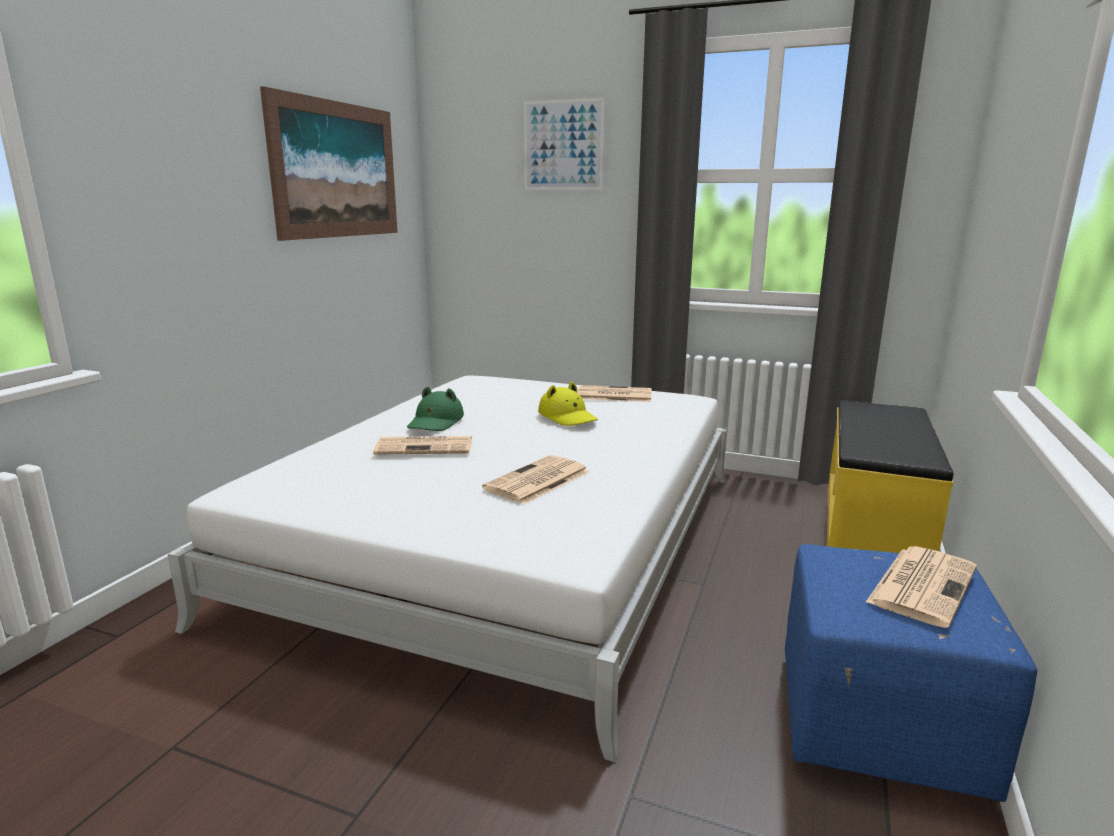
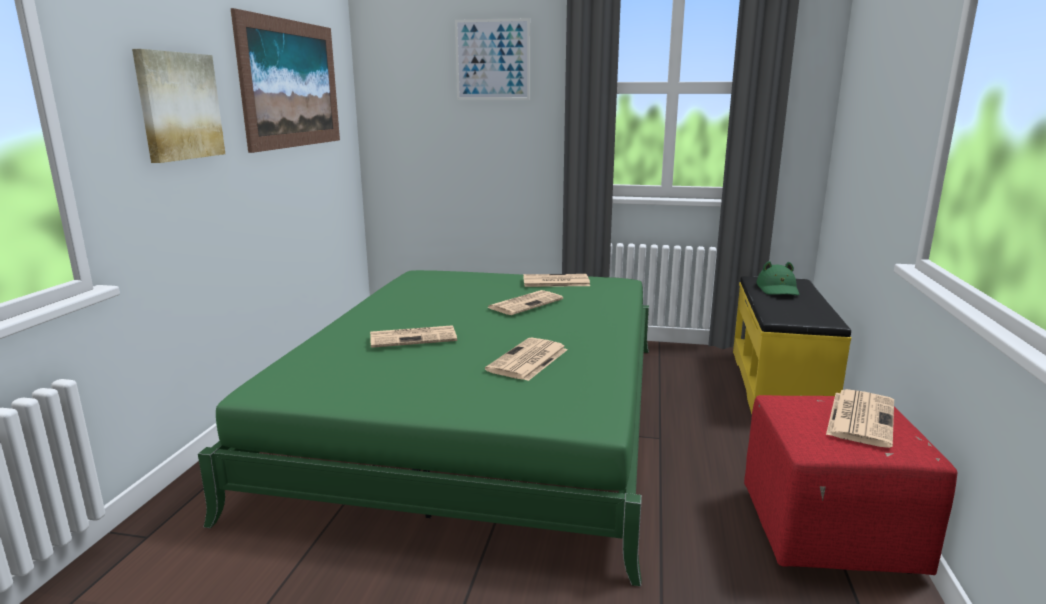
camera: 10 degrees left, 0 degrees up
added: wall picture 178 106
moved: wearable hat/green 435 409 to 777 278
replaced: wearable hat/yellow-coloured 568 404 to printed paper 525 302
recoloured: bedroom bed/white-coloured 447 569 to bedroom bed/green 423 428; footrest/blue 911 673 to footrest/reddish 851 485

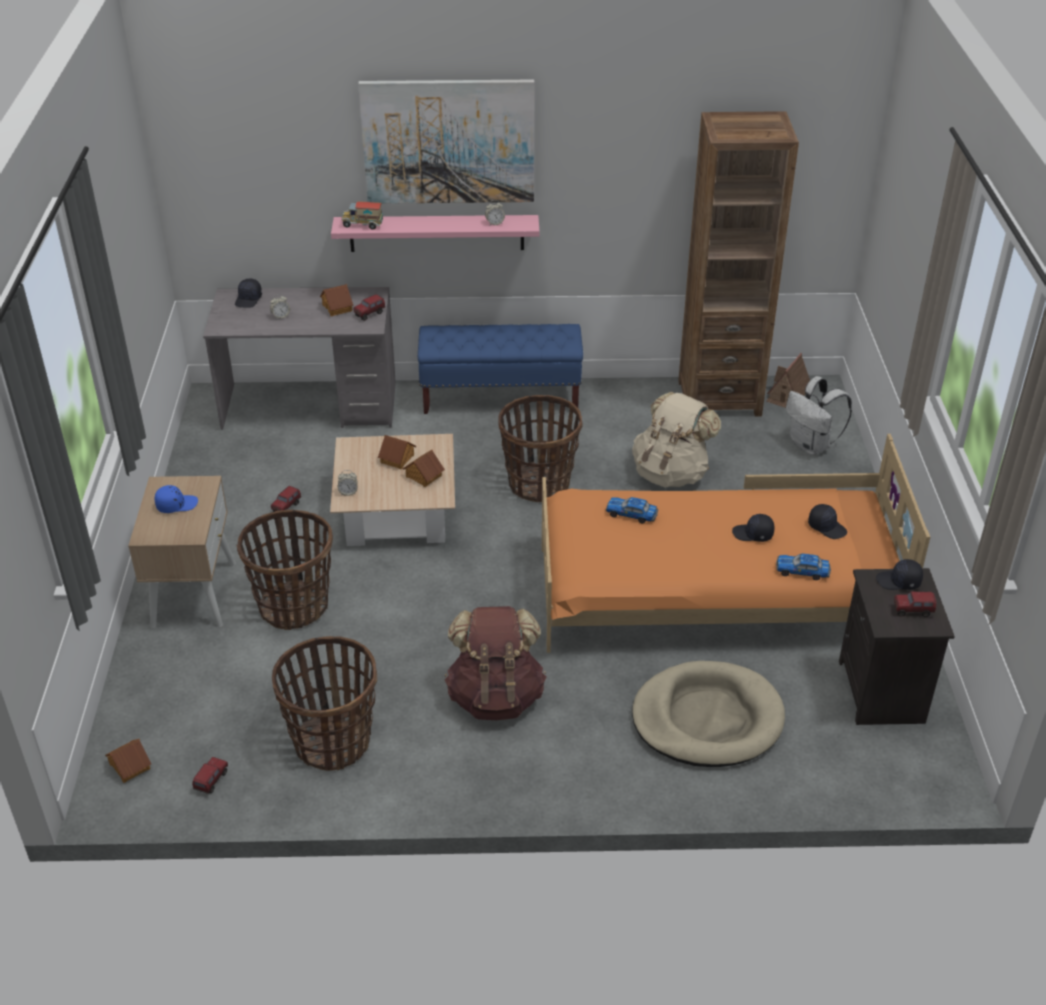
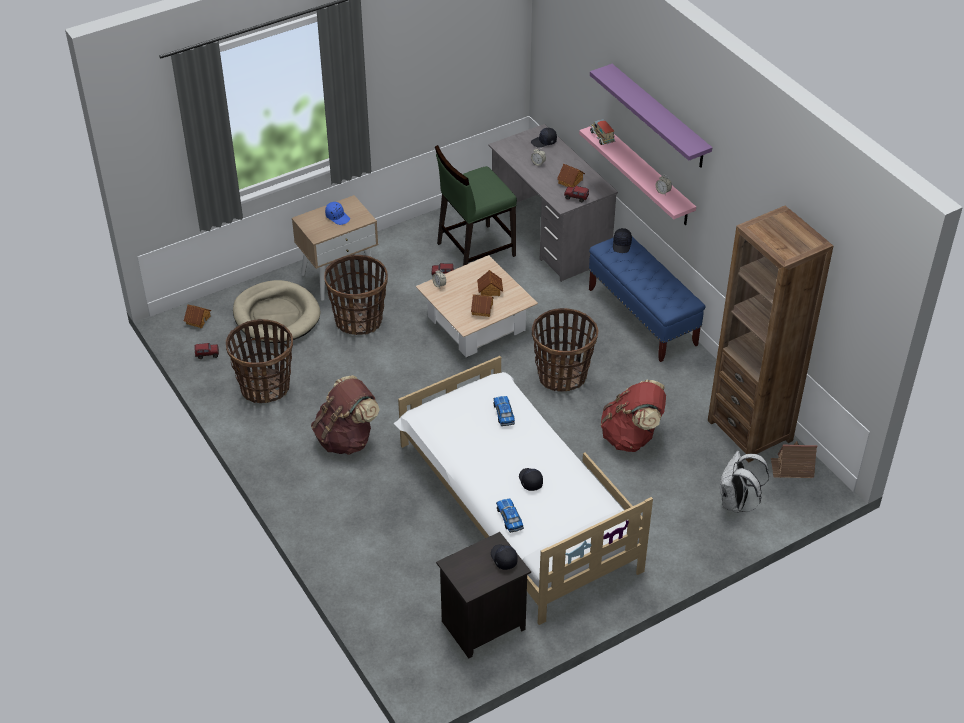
camera: 60 degrees right, 5 degrees up
removed: toy lorry 915 604
added: upright chair/green 476 205
moved: dog bed/beige-coloured 708 714 to 277 311; cap/black-coloured 827 521 to 622 240
replaced: wall picture 446 142 to shelf/purple-coloured 651 116
recoloured: bedroom bed/orange 736 543 to bedroom bed/white-coloured 523 490; backpack/beige-coloured 676 440 to backpack/reddish 633 415

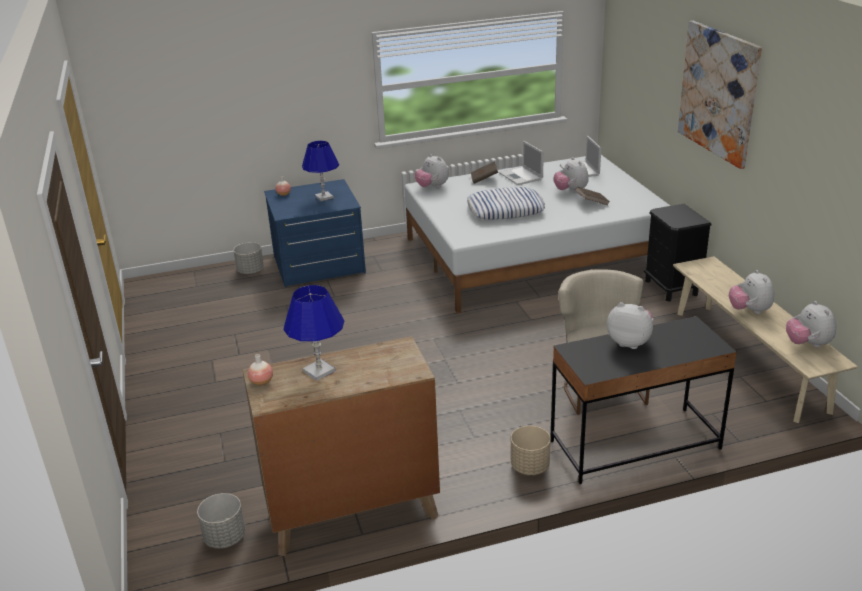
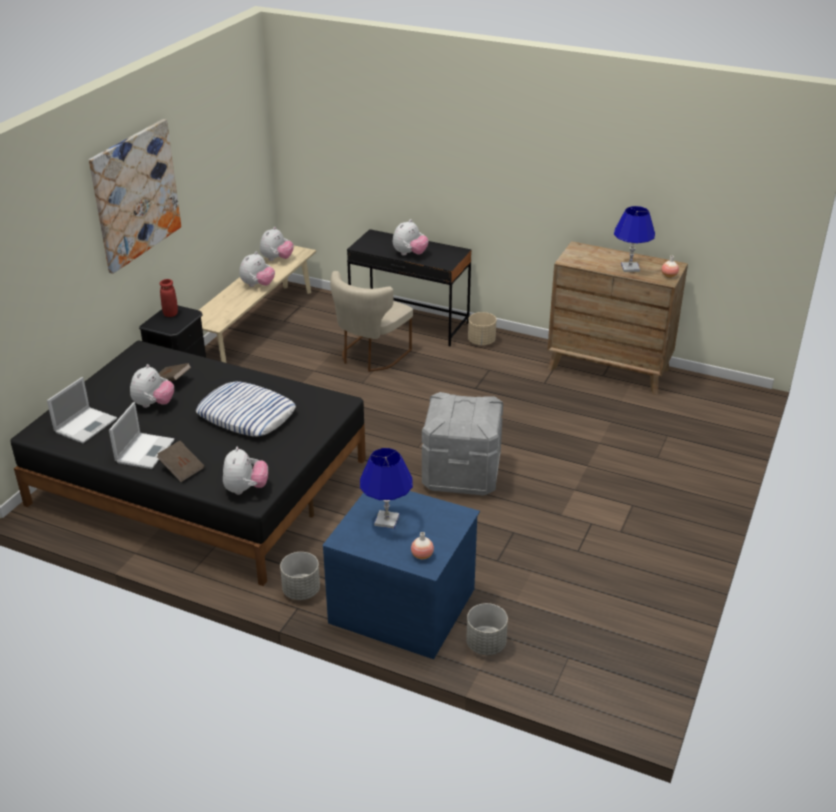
camera: 140 degrees left, 5 degrees up
added: flower vase/reddish 169 298; storage container/grey 462 444
moved: flower pot/grey 221 520 to 300 576
recoloured: bedroom bed/white-coloured 537 234 to bedroom bed/black-coloured 188 463
turned: cuddly toy 630 325 = 411 237 120 degrees counterclockwise

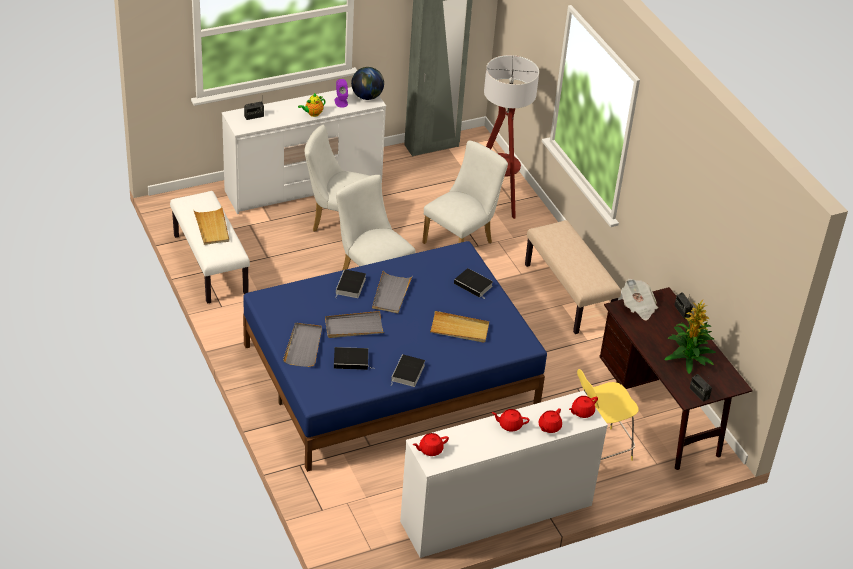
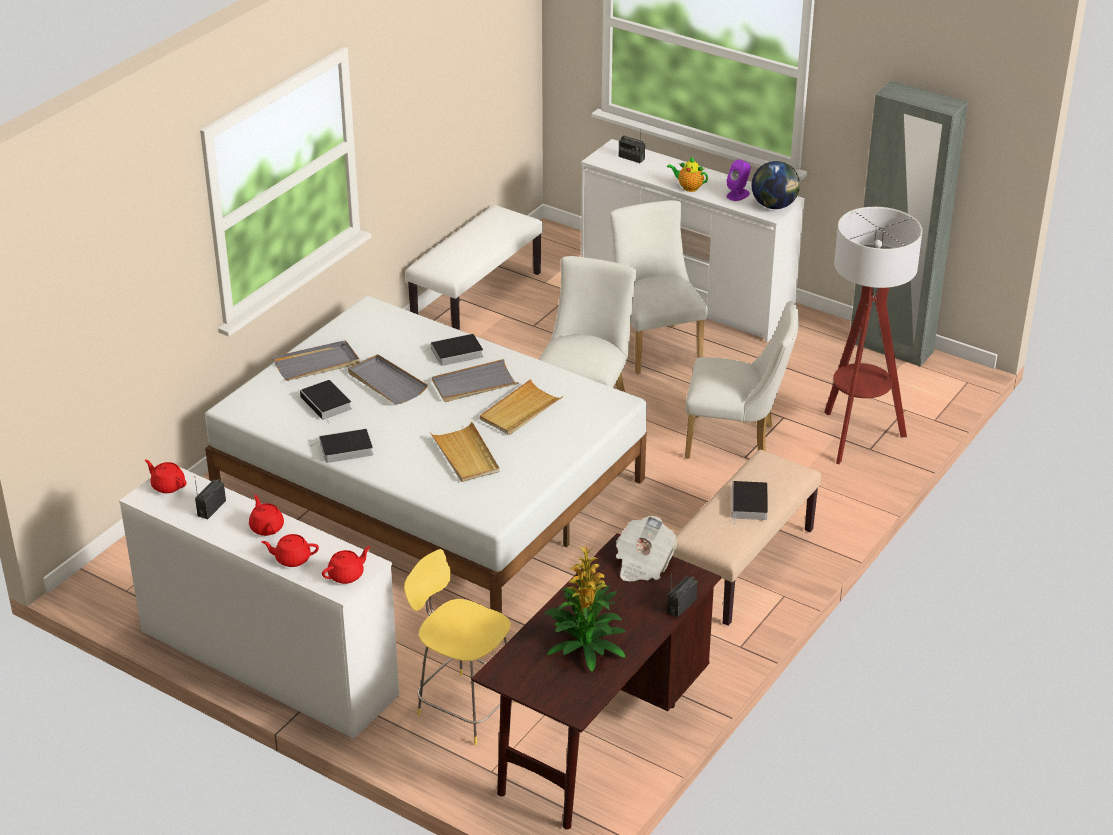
camera: 60 degrees right, 5 degrees down
moved: radio receiver 701 388 to 210 499; tray/beige-coloured 211 226 to 522 407; bound book 473 284 to 750 503
recoloured: bedroom bed/blue 395 356 to bedroom bed/white-coloured 426 454
turned: tea pot/reddish 583 407 = 346 565 120 degrees clockwise

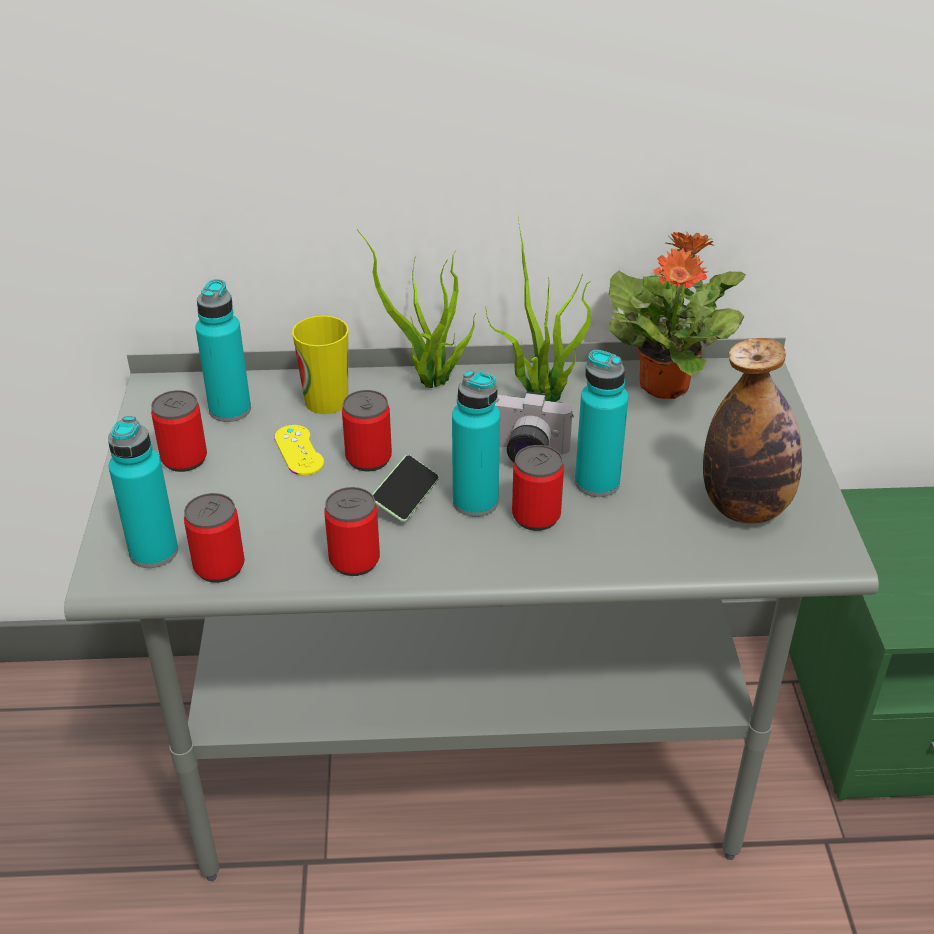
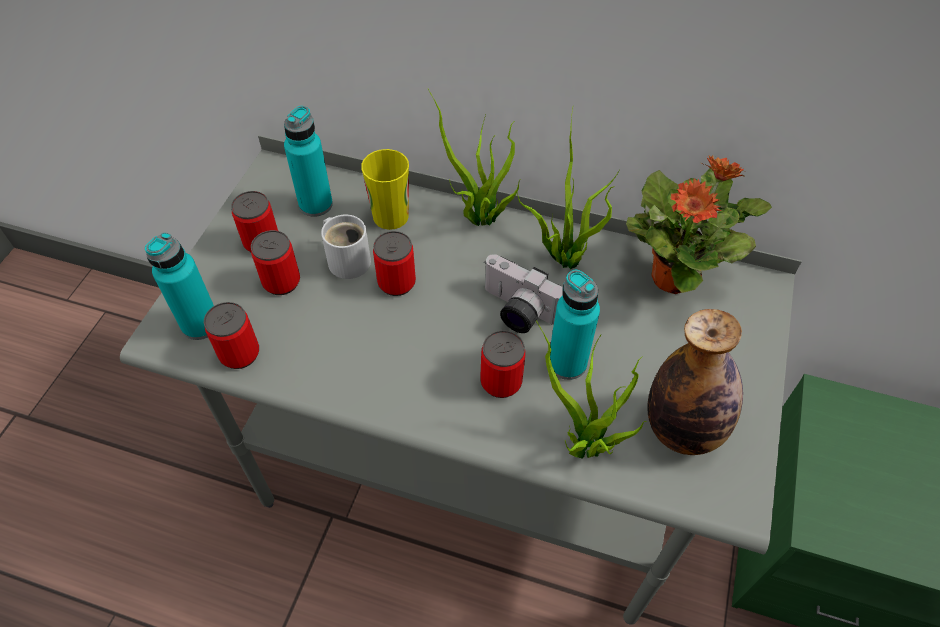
camera: 20 degrees right, 15 degrees up
removed: telephone 405 488; beverage bottle/turquoise 476 443
added: potted plant 591 389
moved: metal can 352 531 to 275 262
replaced: game controller/yellow-coloured 299 450 to mug/white-coloured 346 246

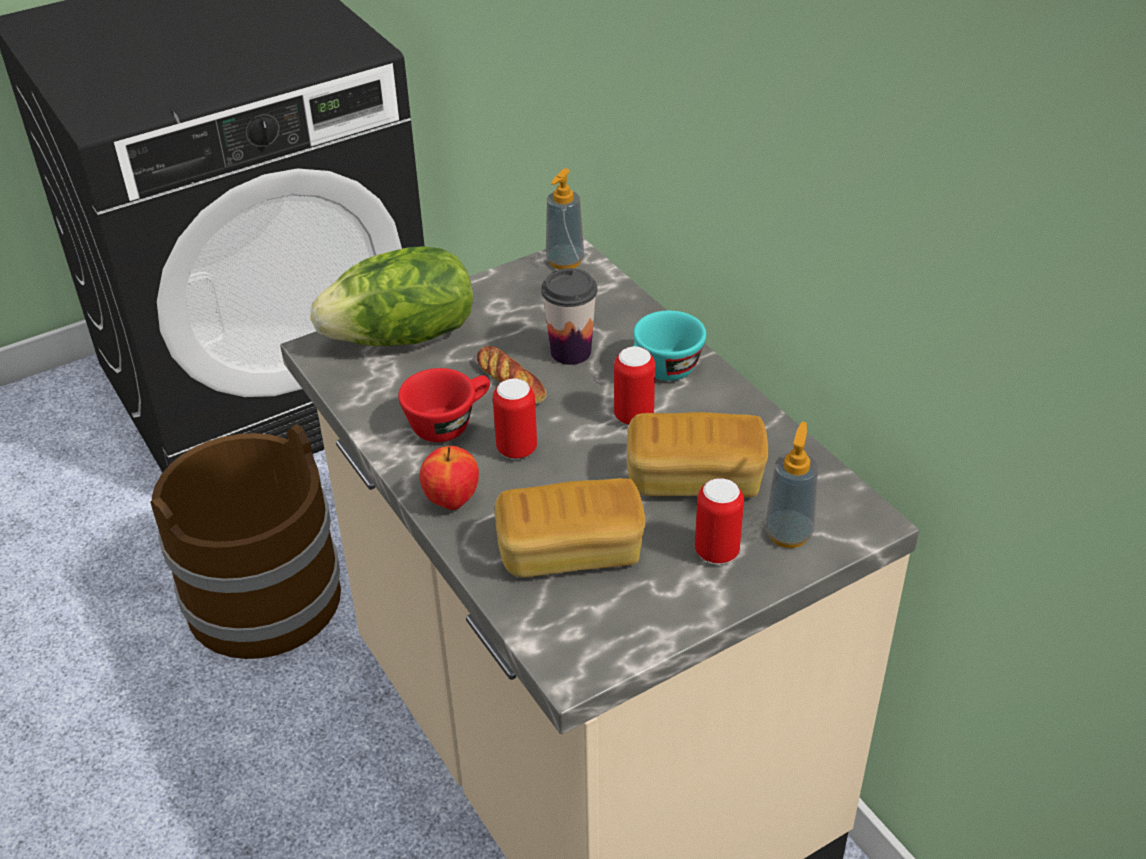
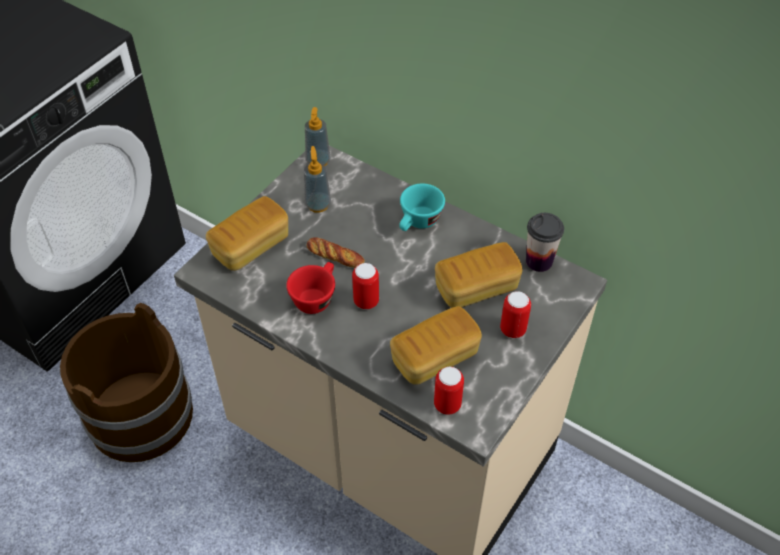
camera: 25 degrees left, 10 degrees up
removed: apple 449 478
moved: soap dispenser 791 485 to 317 179; metal can 634 385 to 449 390; drinking cup 569 316 to 545 242
replaced: lettuce 391 296 to bread 247 233

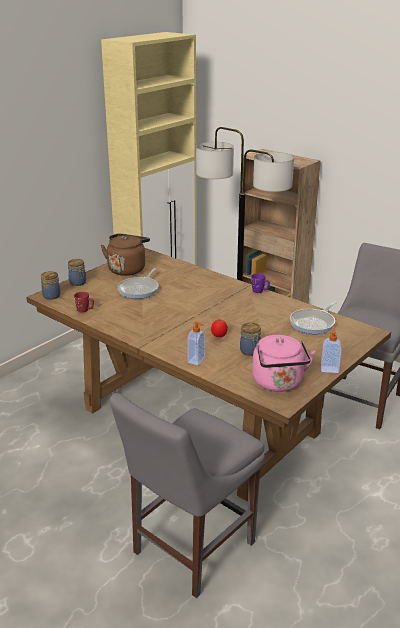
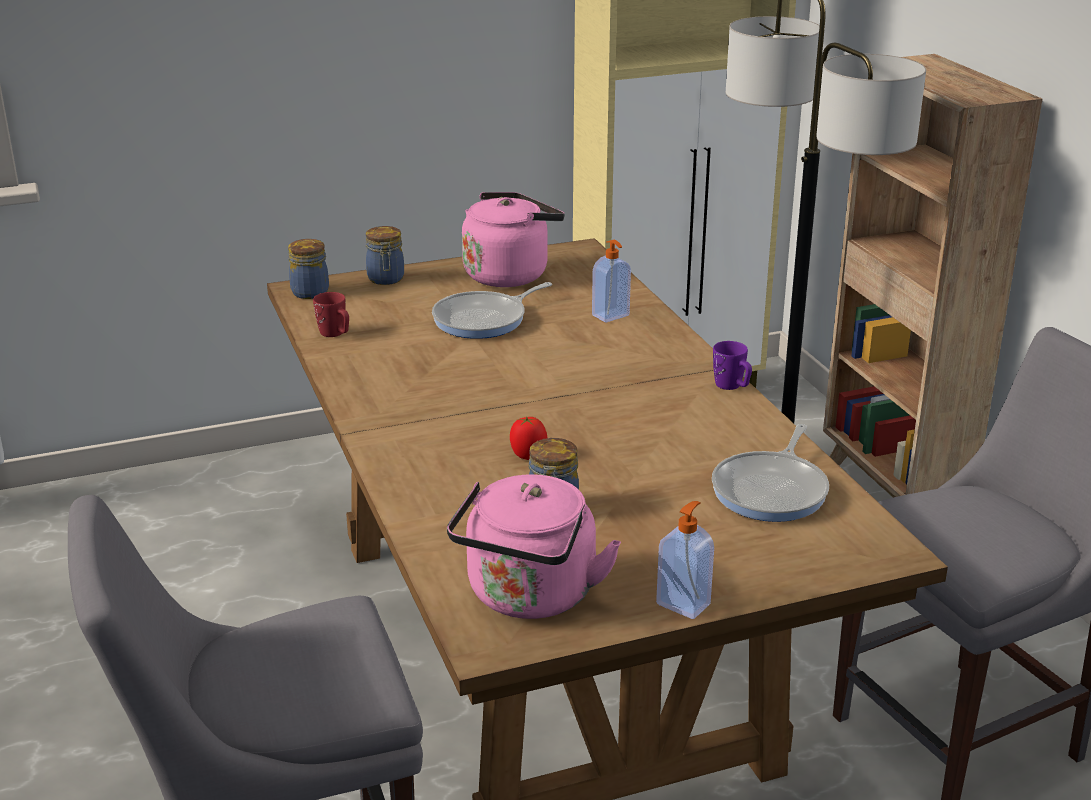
camera: 30 degrees right, 0 degrees up
moved: soap dispenser 196 343 to 611 281
recoloured: water kettle/brownish 125 254 to water kettle/pinkish 513 239
turned: pan 313 317 = 770 473 45 degrees counterclockwise

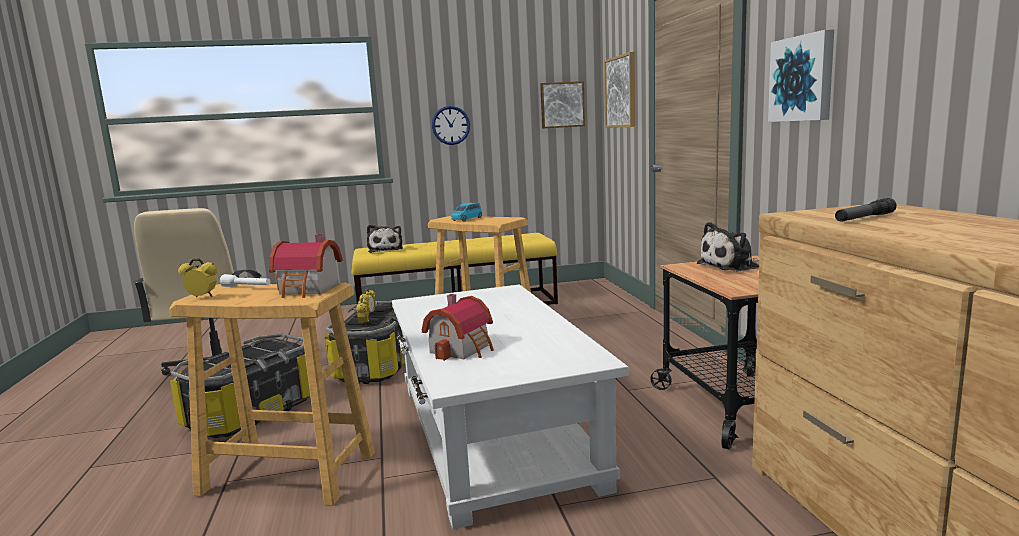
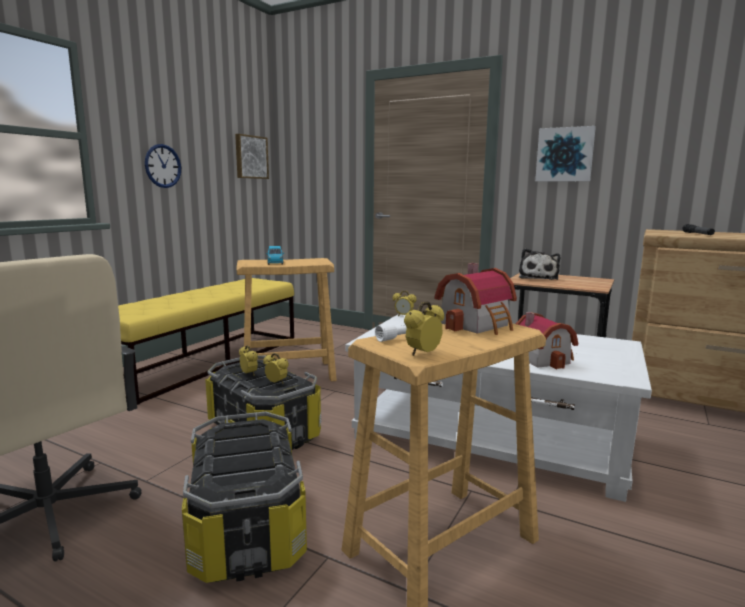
camera: 50 degrees left, 0 degrees up
removed: cuddly toy 385 239; wall picture 619 90
added: alarm clock 405 303

